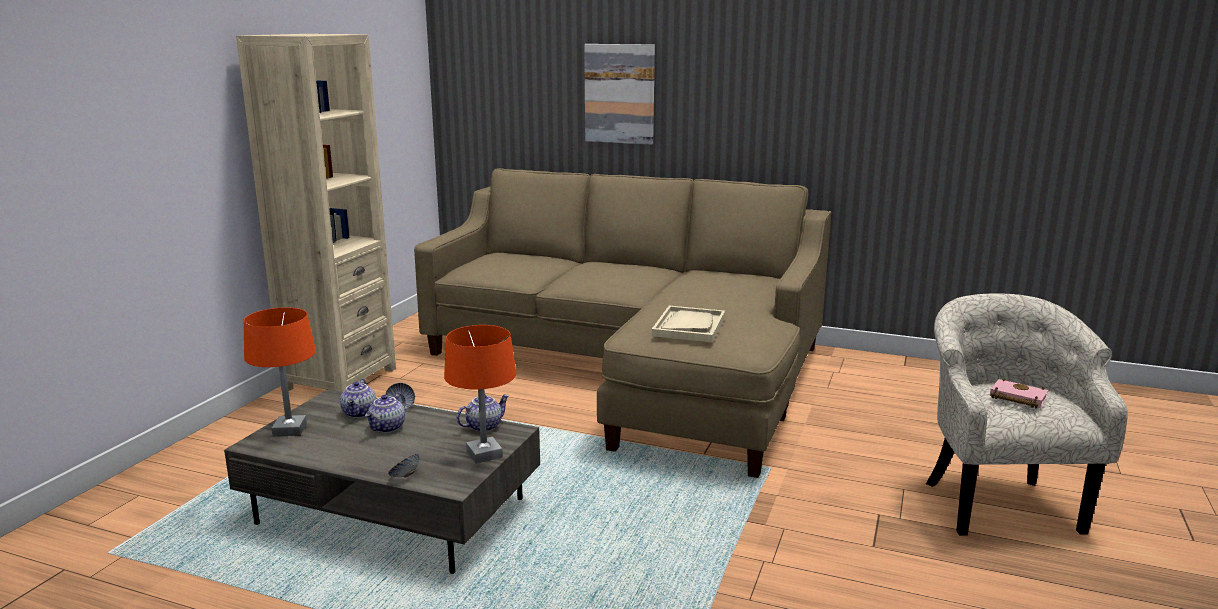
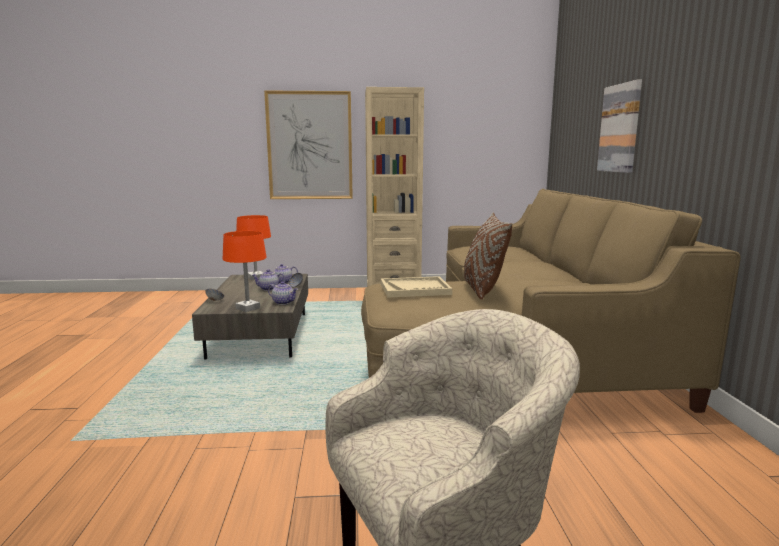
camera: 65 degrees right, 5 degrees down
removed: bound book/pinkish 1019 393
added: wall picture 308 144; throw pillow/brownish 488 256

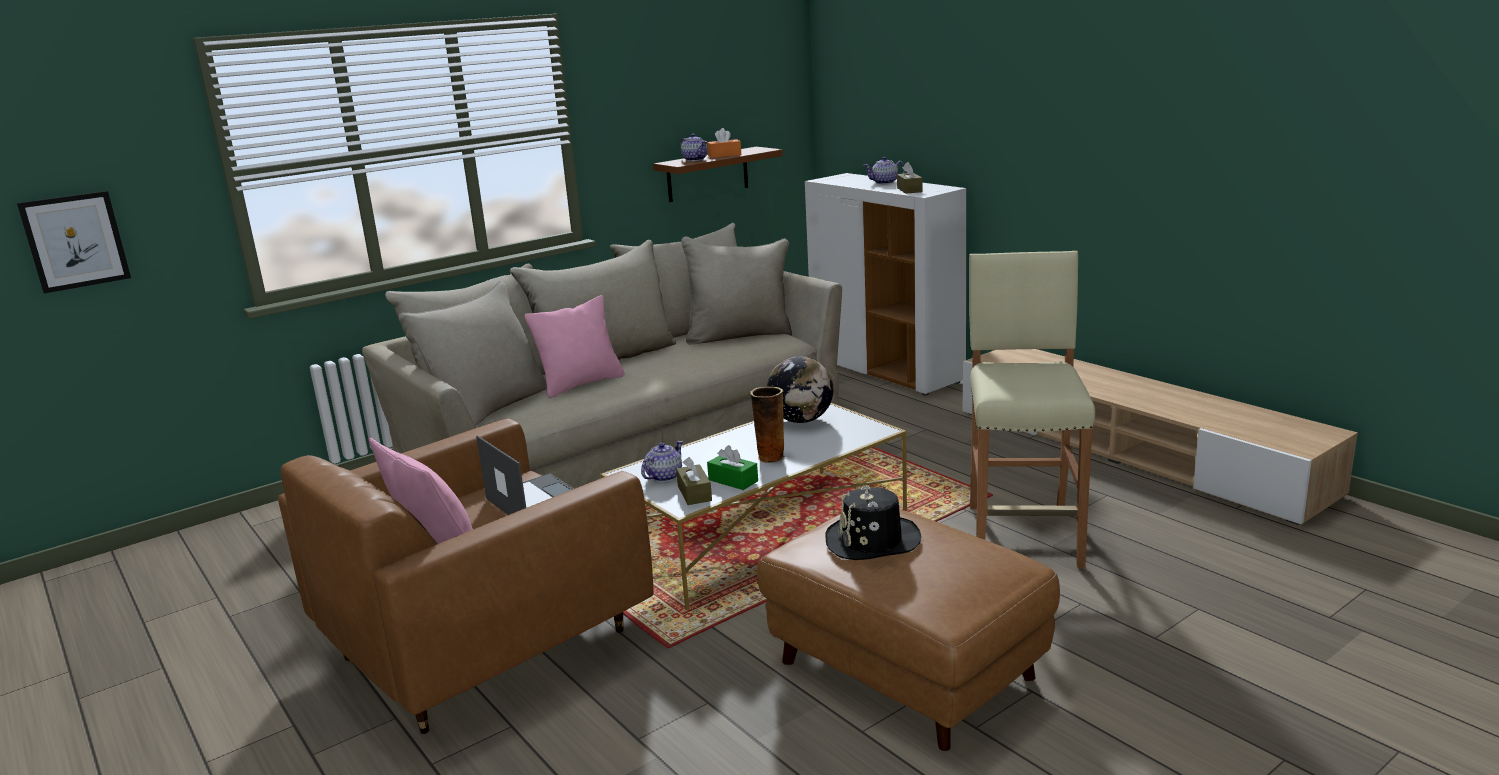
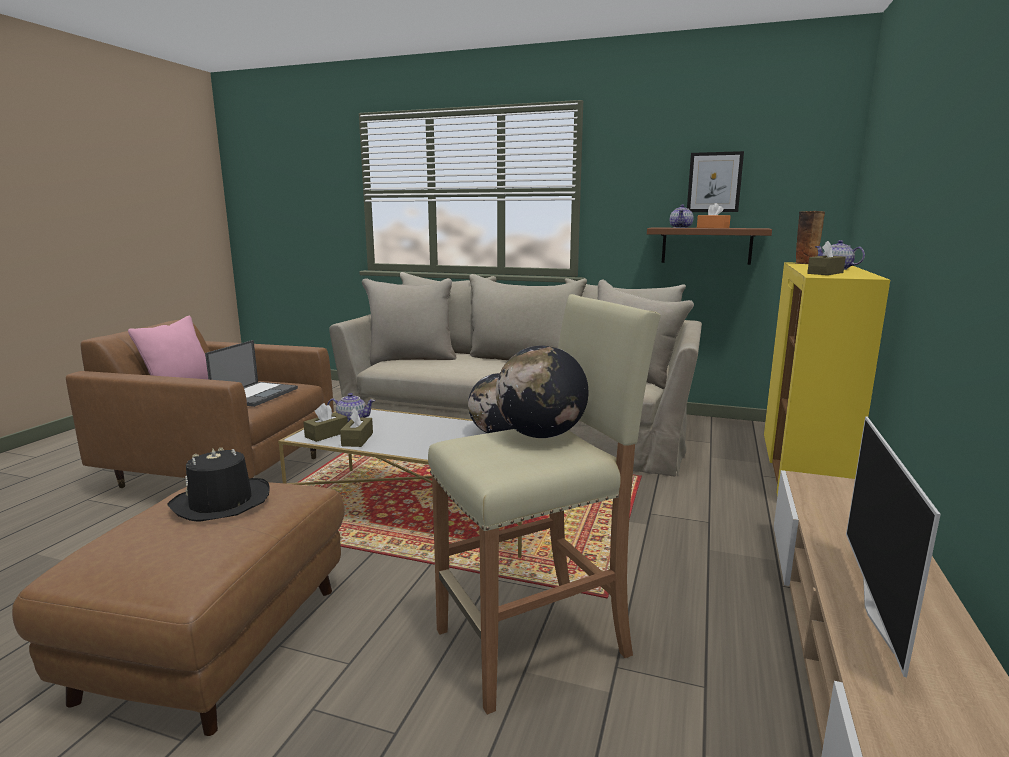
camera: 55 degrees right, 5 degrees down
removed: throw pillow/pinkish 574 346
added: world globe 542 392; TV set 893 546
moved: wall picture 74 242 to 715 181; flower vase 767 425 to 810 237
recoloured: tissue holder/green 732 467 to tissue holder/brownish 356 427; cupboard/white-coloured 885 284 to cupboard/yellow-coloured 827 379

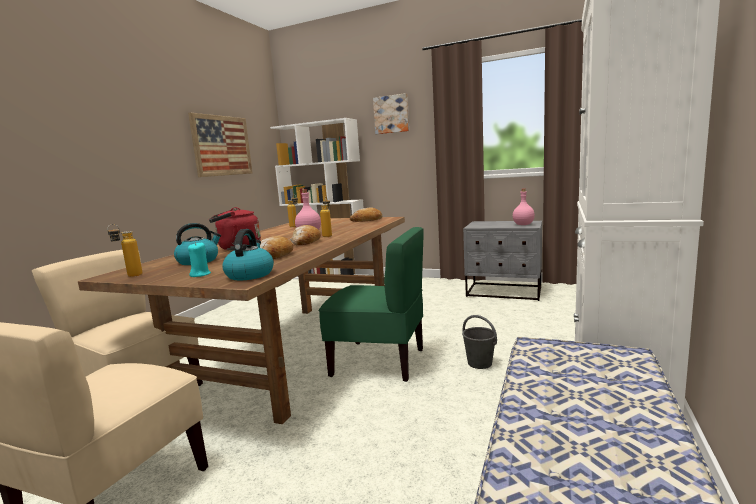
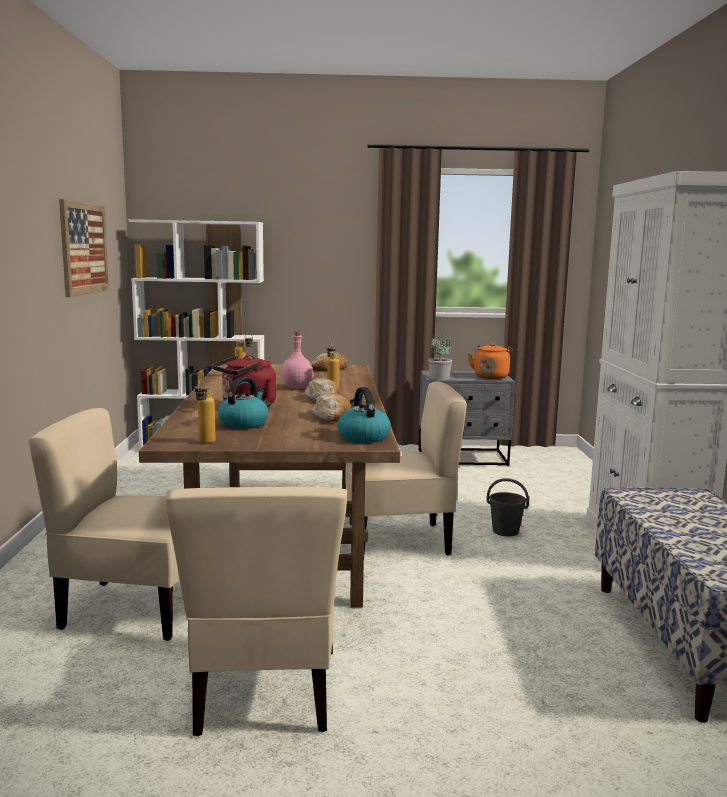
camera: 25 degrees left, 0 degrees up
removed: candle/turquoise 199 259; wall picture 391 113
added: potted plant 440 357
replaced: beverage bottle/pinkish 524 207 to water kettle/orange 490 361
recoloured: upright chair/green 371 304 to upright chair/beige-coloured 406 468

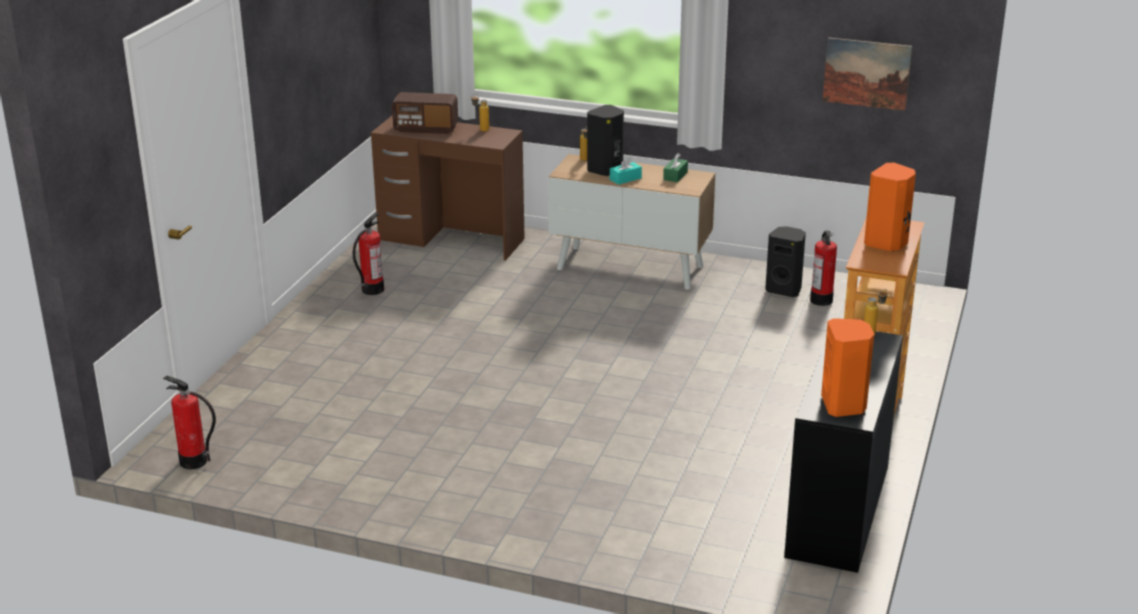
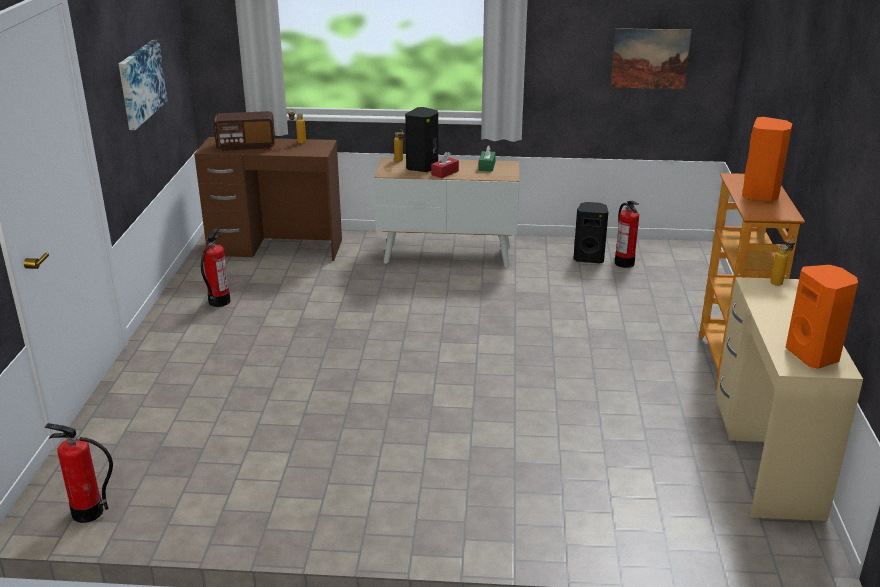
camera: 15 degrees left, 0 degrees up
added: wall picture 143 84
recoloured: tissue holder/turquoise 626 170 to tissue holder/reddish 445 165; desk/black-coloured 843 452 to desk/beige-coloured 789 399

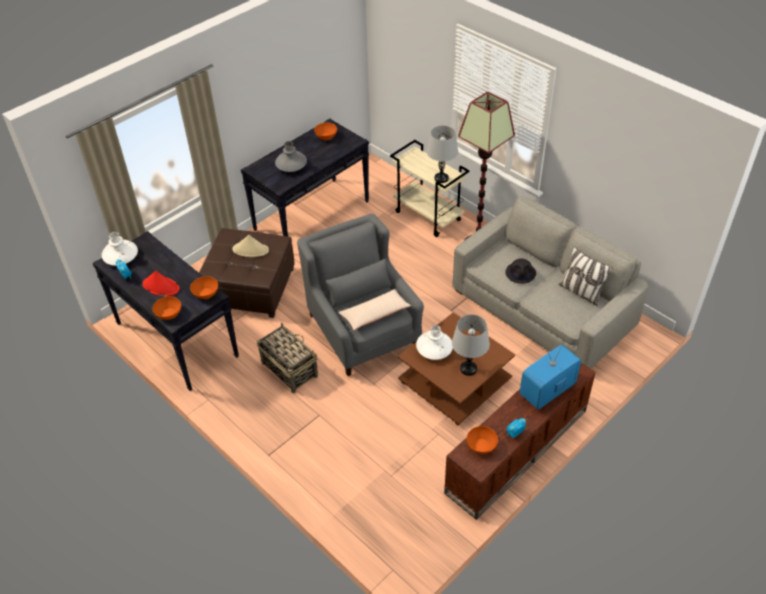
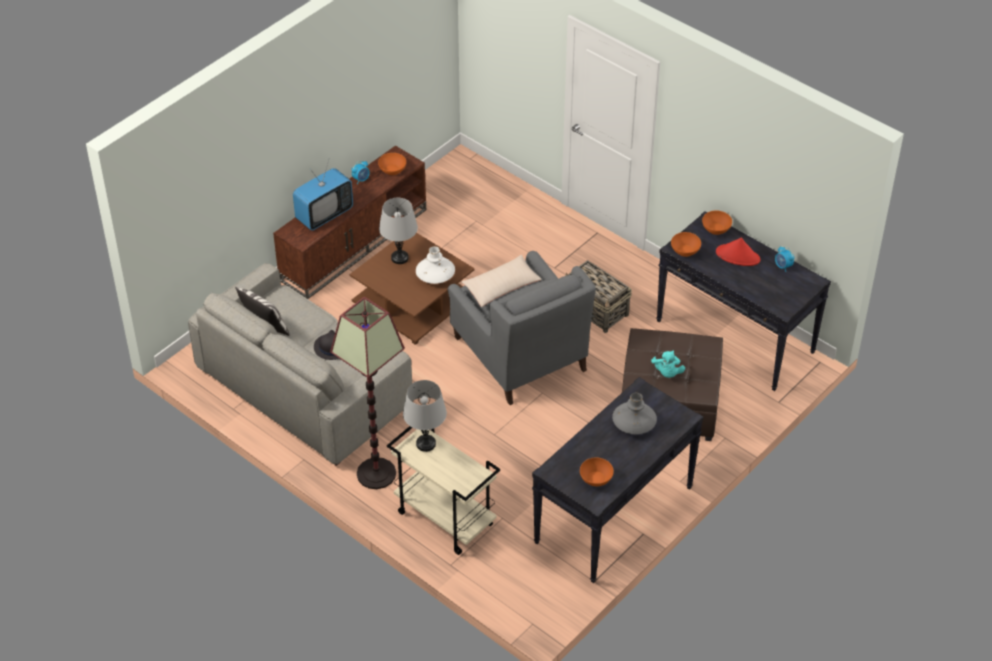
camera: 175 degrees right, 0 degrees up
removed: flower vase/white-coloured 120 249
replaced: wearable hat/beige-coloured 250 246 to cuddly toy/turquoise 668 364

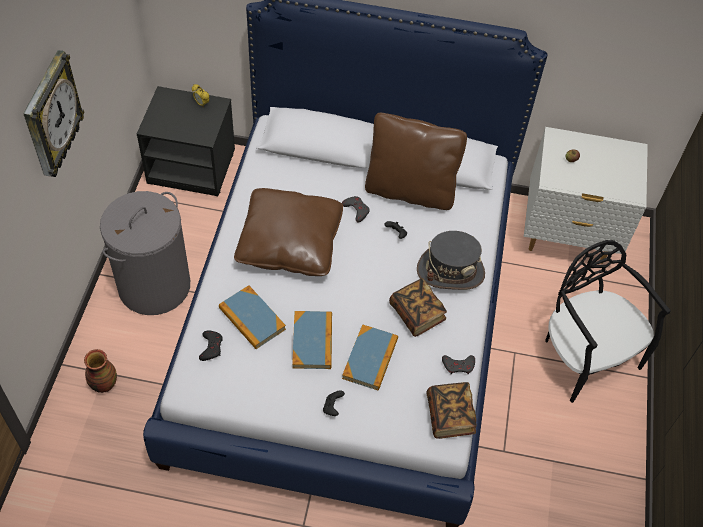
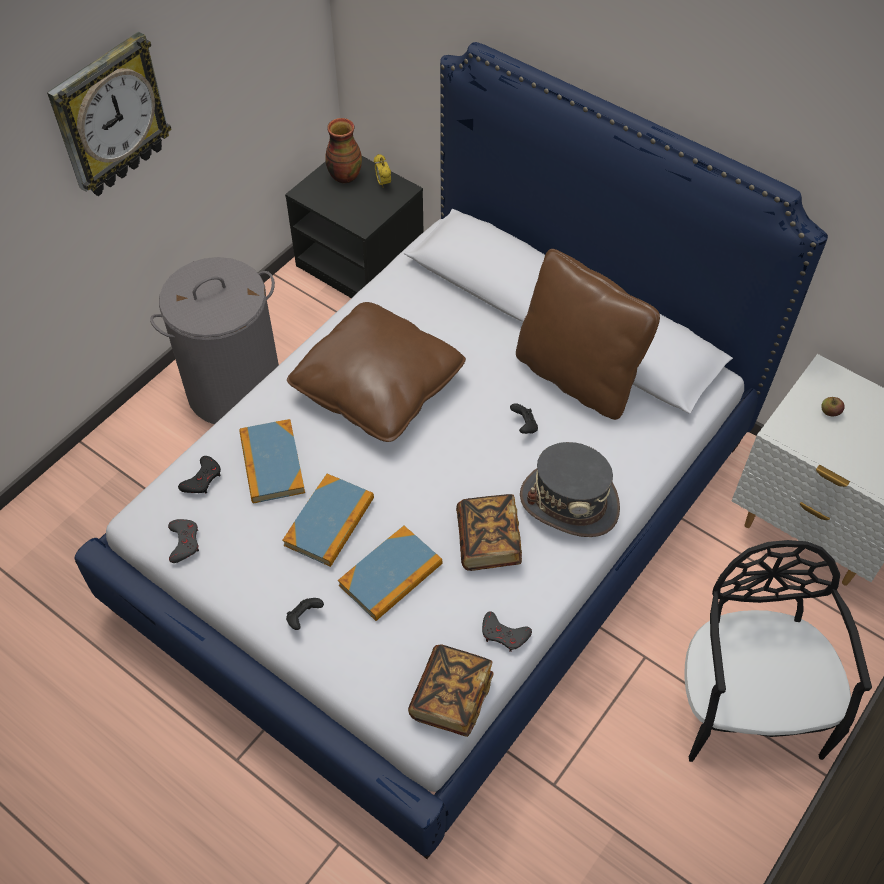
camera: 30 degrees right, 0 degrees up
moved: game controller/grey 356 209 to 183 541; flower vase 100 371 to 343 150

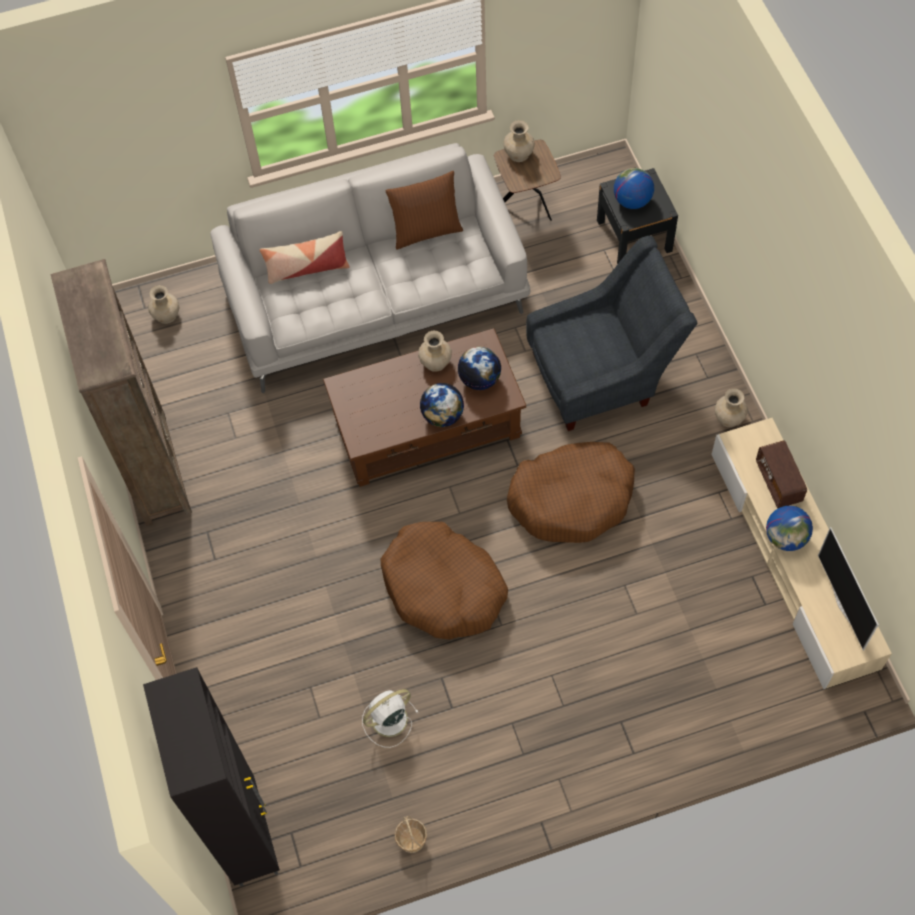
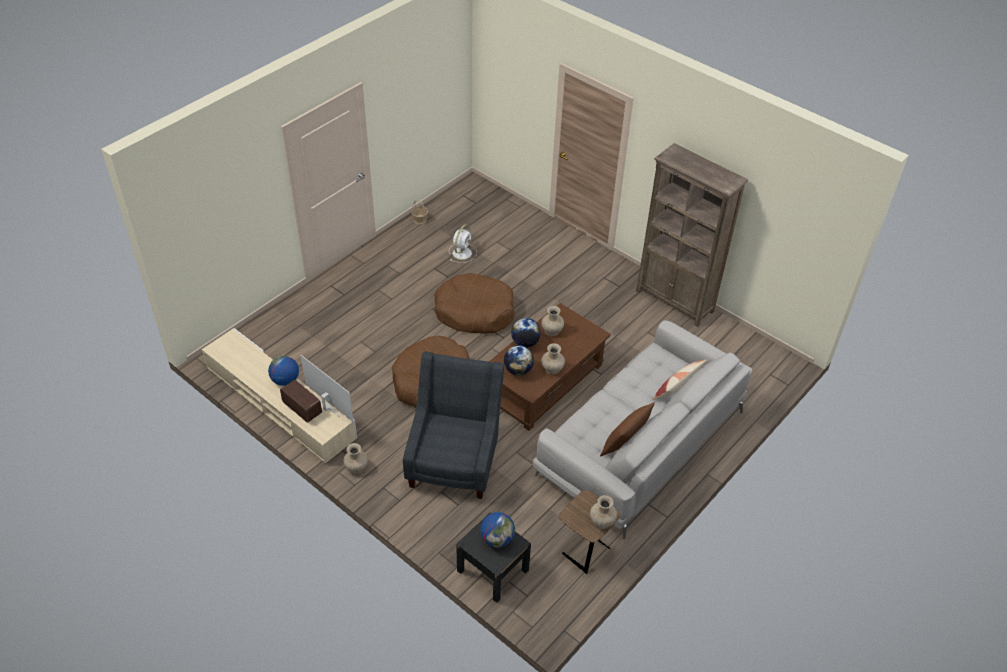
camera: 145 degrees right, 15 degrees down
removed: cupboard/black-coloured 211 777
moved: TV set 848 589 to 326 388; flower vase/beige-coloured 163 304 to 553 321
turned: easy chair/grey 611 333 = 453 425 150 degrees clockwise

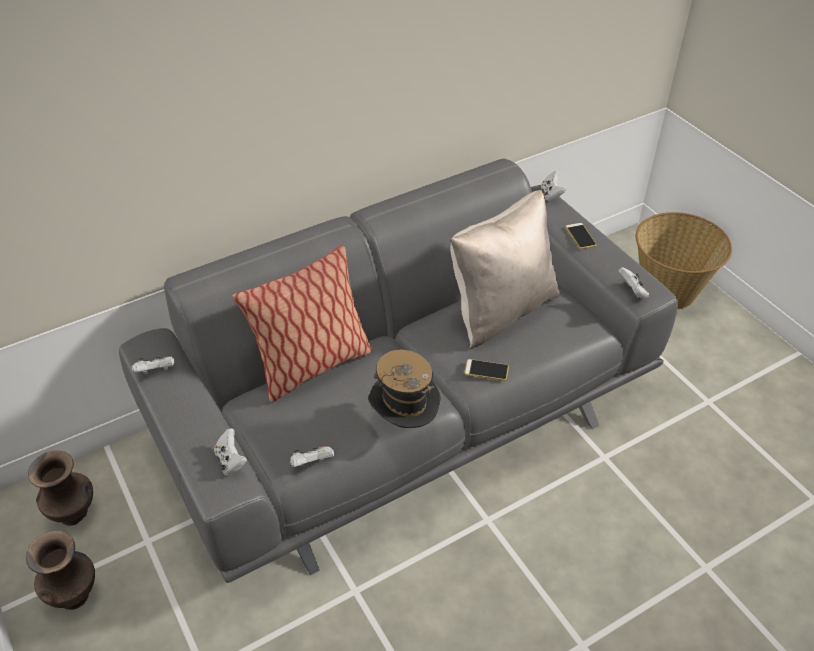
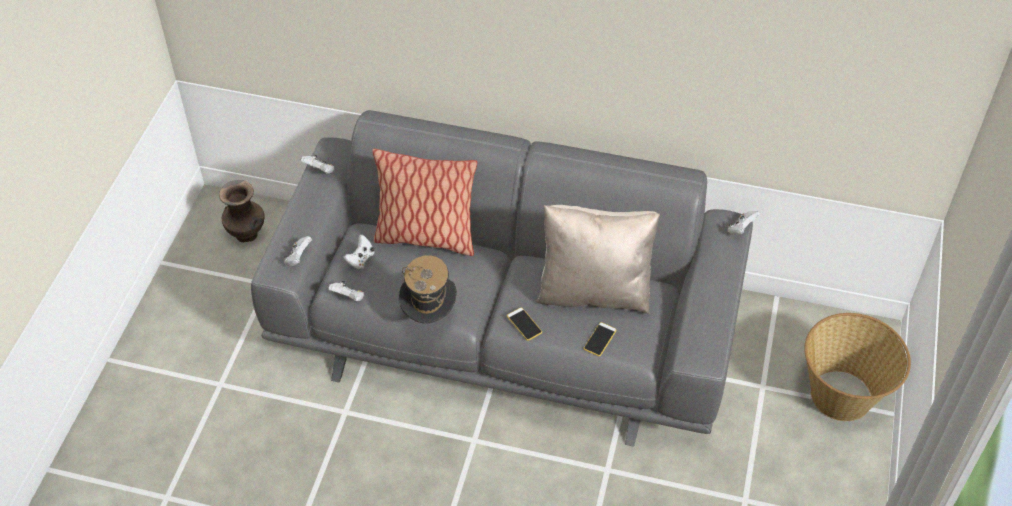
camera: 45 degrees right, 5 degrees up
removed: flower vase/brownish 60 570
moved: game controller/white-coloured 634 283 to 358 252; telephone 581 236 to 600 339

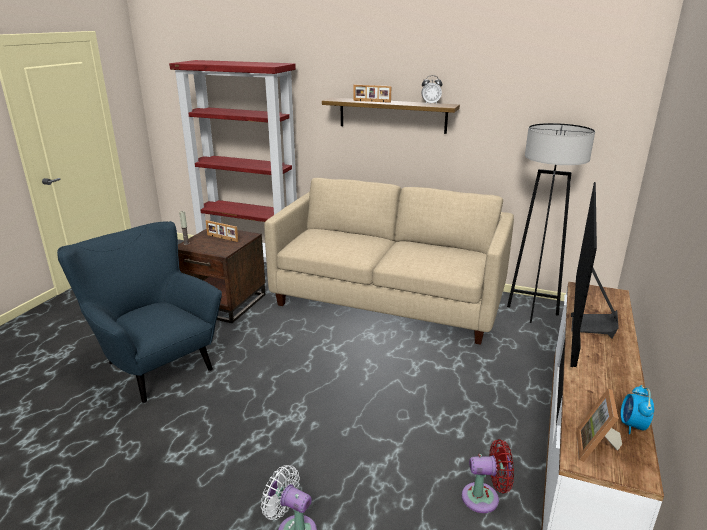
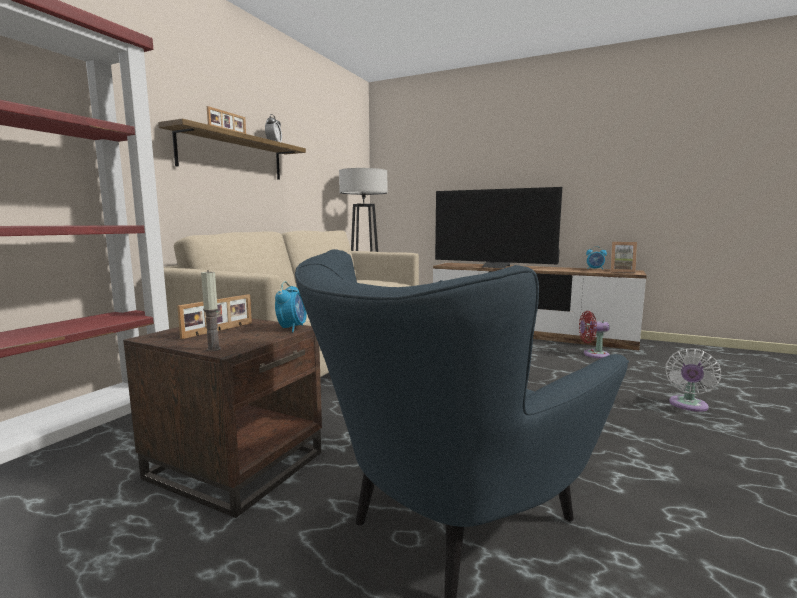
camera: 85 degrees left, 15 degrees down
added: alarm clock 291 306
turned: fan/reddish 488 476 = 594 334 90 degrees counterclockwise

